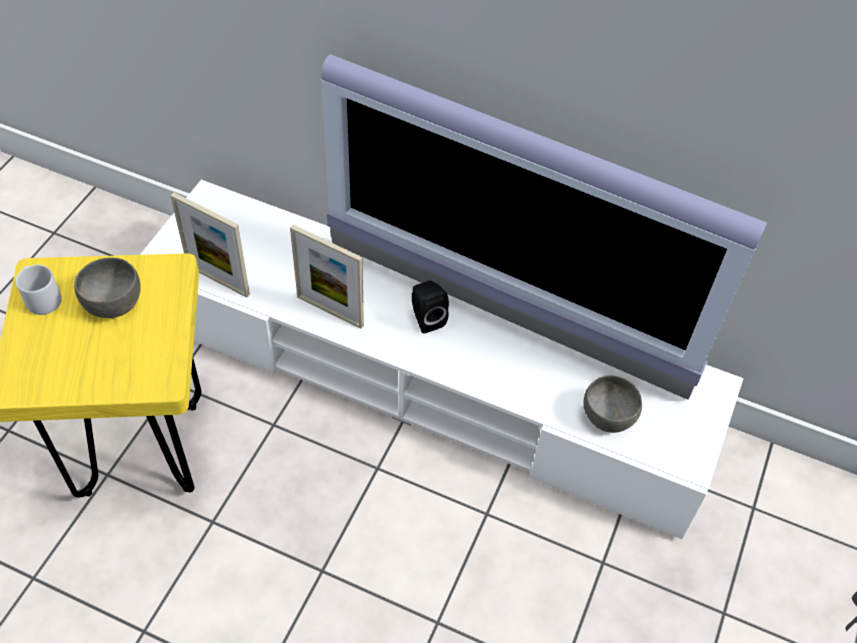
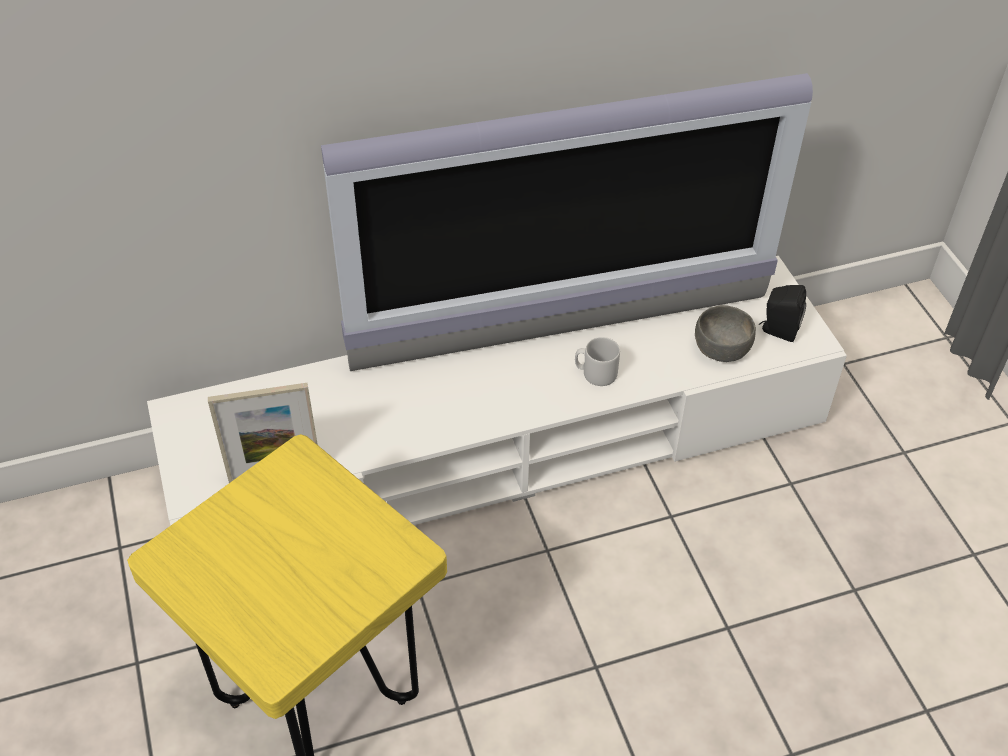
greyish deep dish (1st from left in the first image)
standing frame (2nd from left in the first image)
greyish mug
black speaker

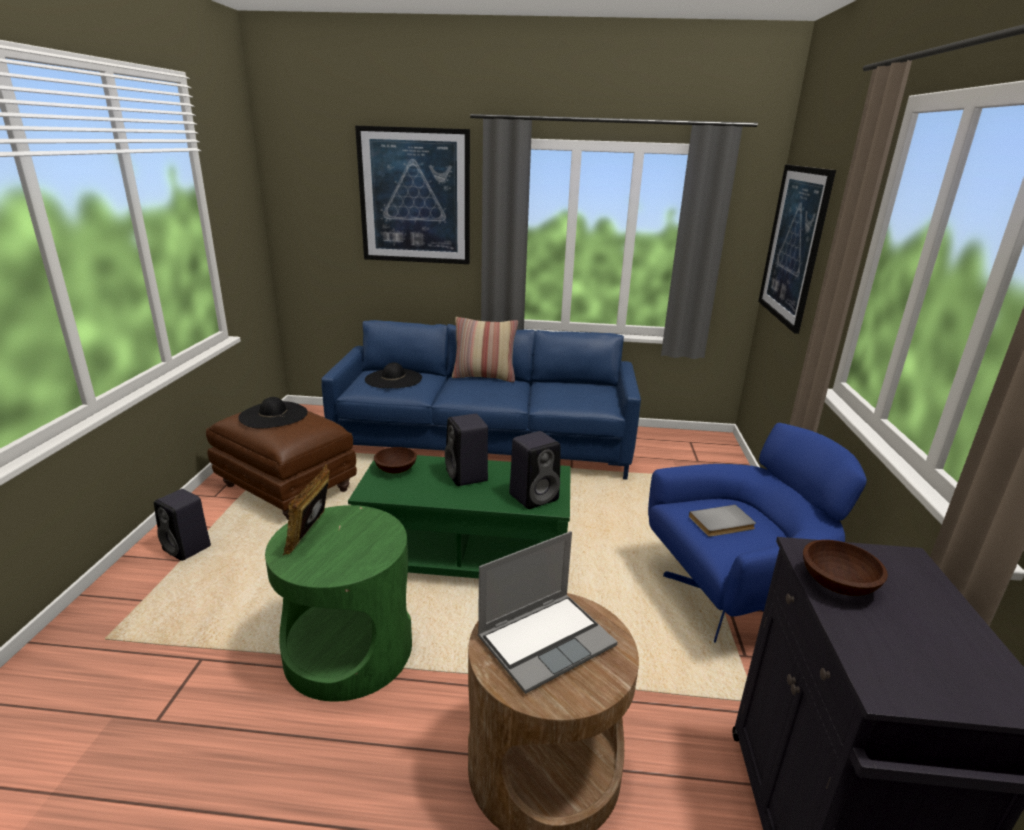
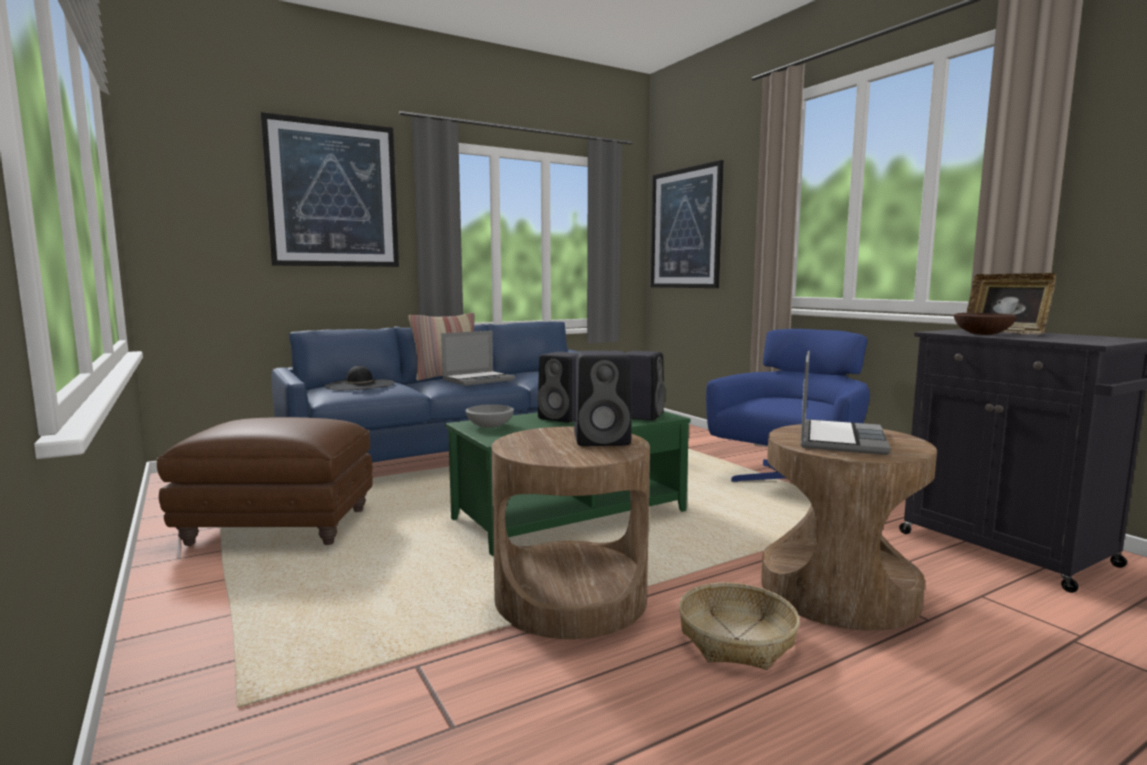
black clothing hat (1st from left in the first image)
greyish volume
notebook computer (1st from left)
storage basket
black speaker (2nd from left)
standing frame
brown accent table (1st from left)
greyish deep dish

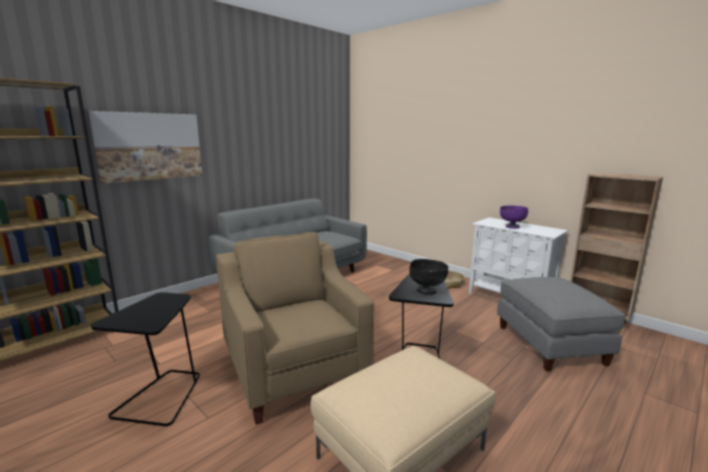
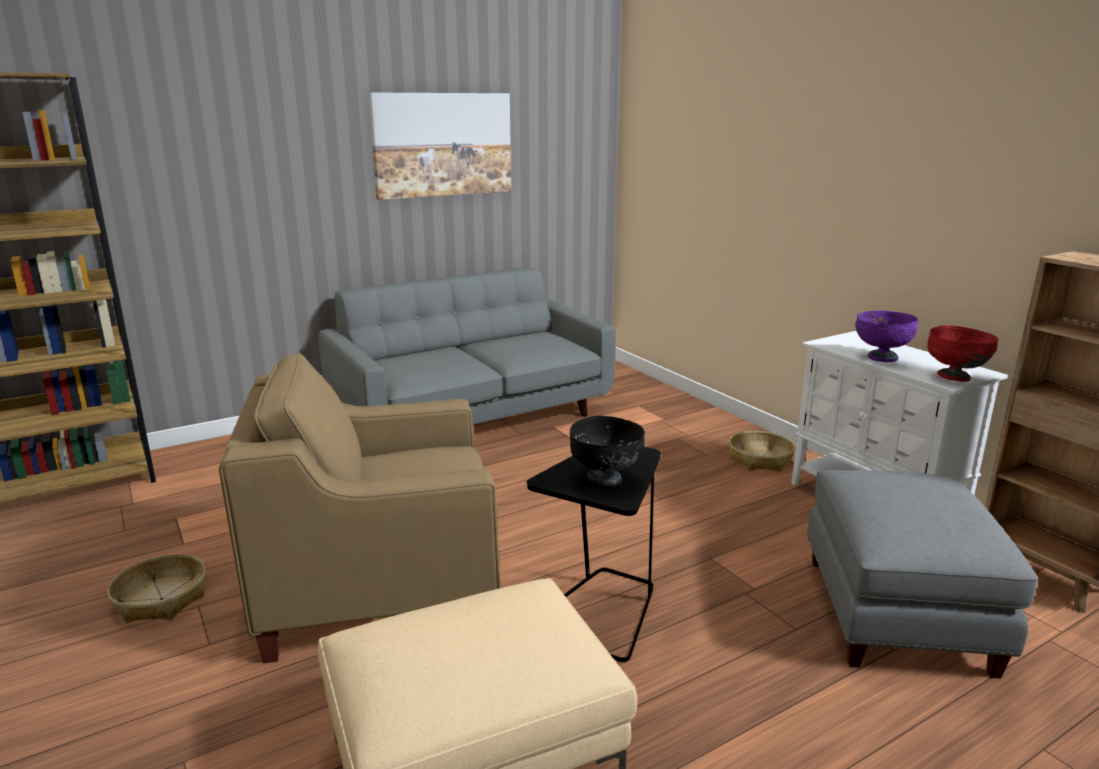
reddish deep dish
wall art
storage basket (1st from left)
sand-coloured armchair

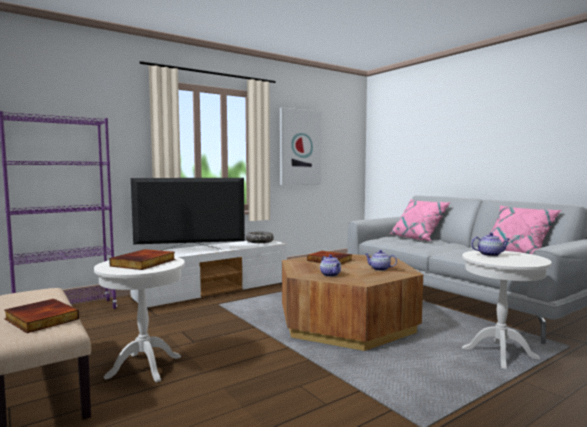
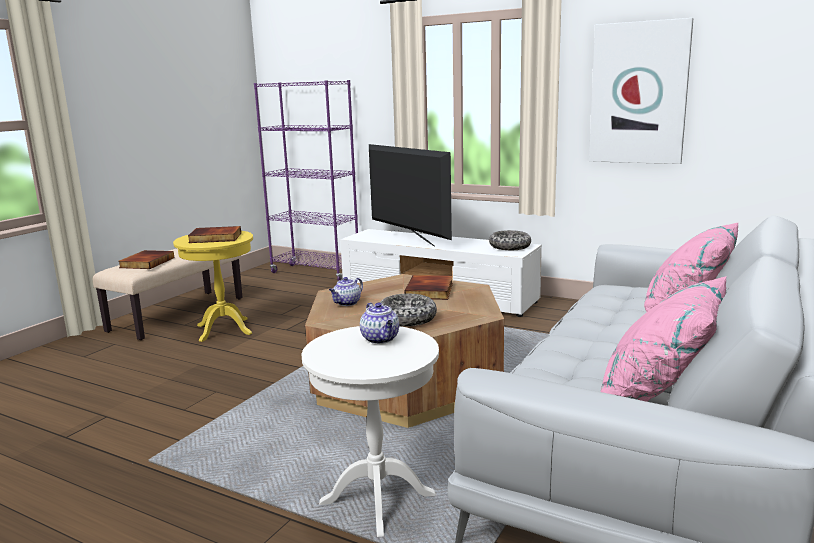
deep dish (1st from left)
yellow accent table

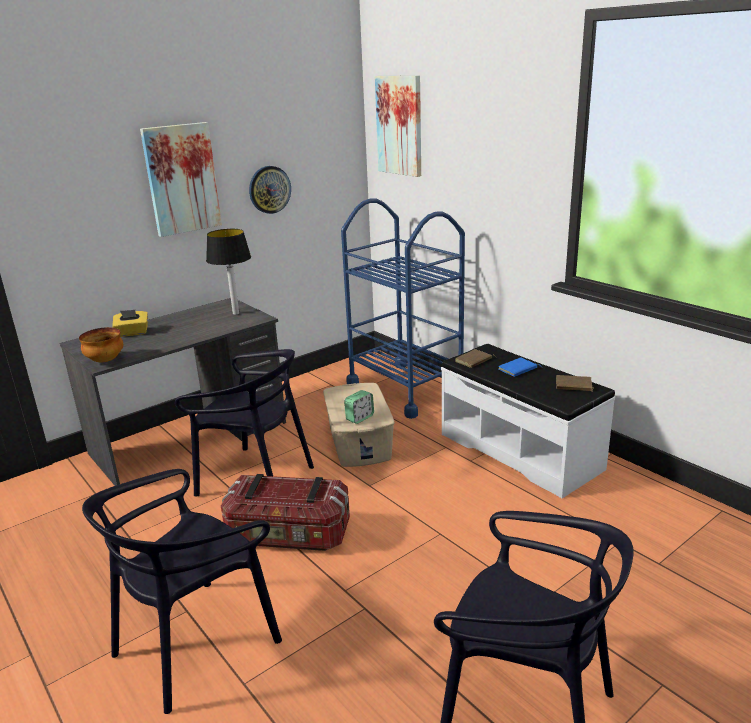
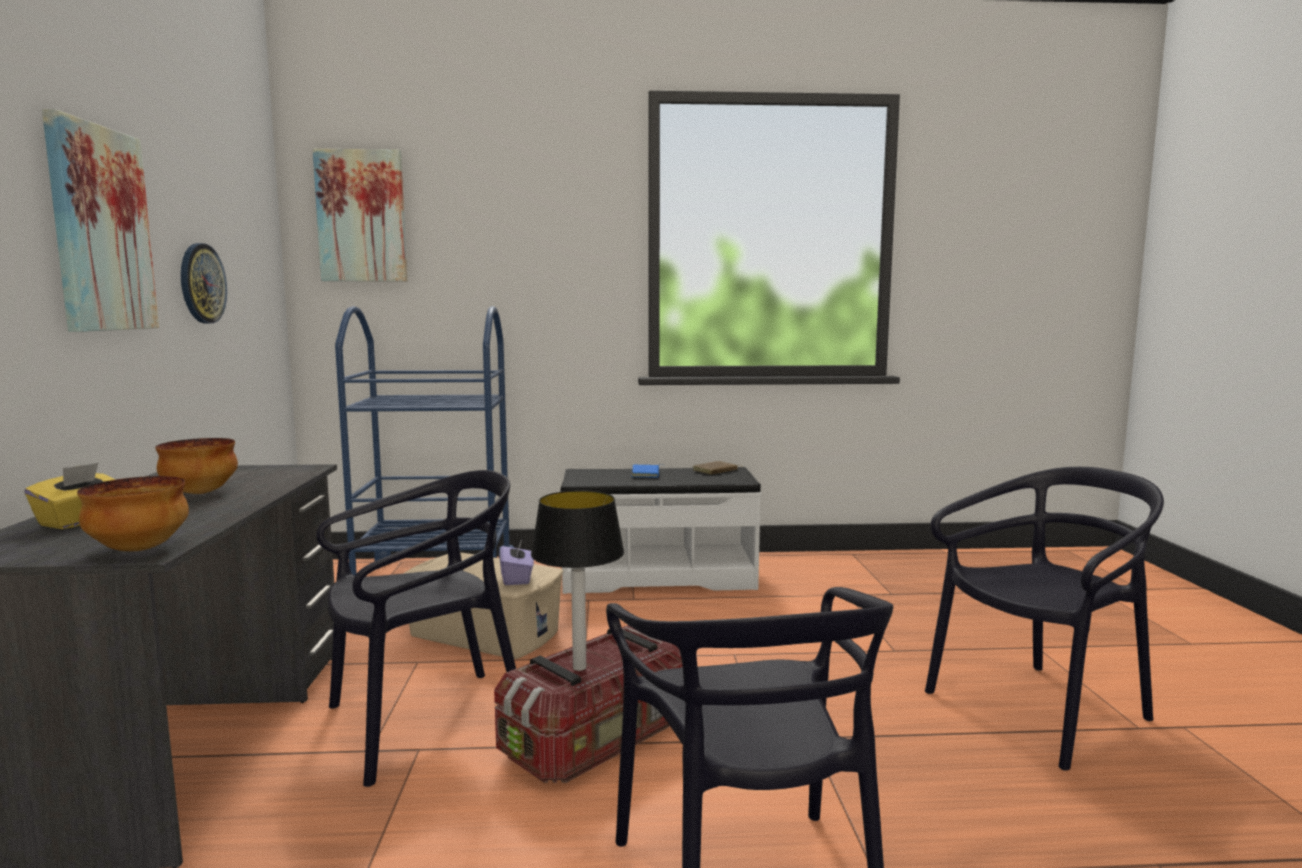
brown volume (1st from left in the first image)
deep dish (2nd from left)
tabletop lamp
purplish box of tissues

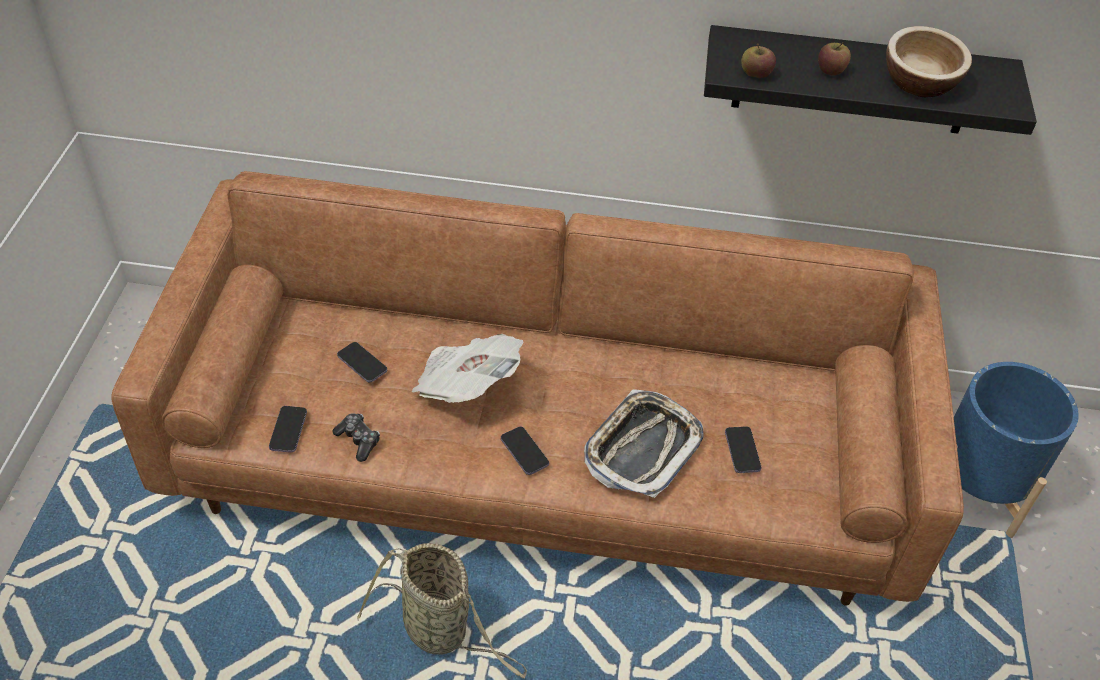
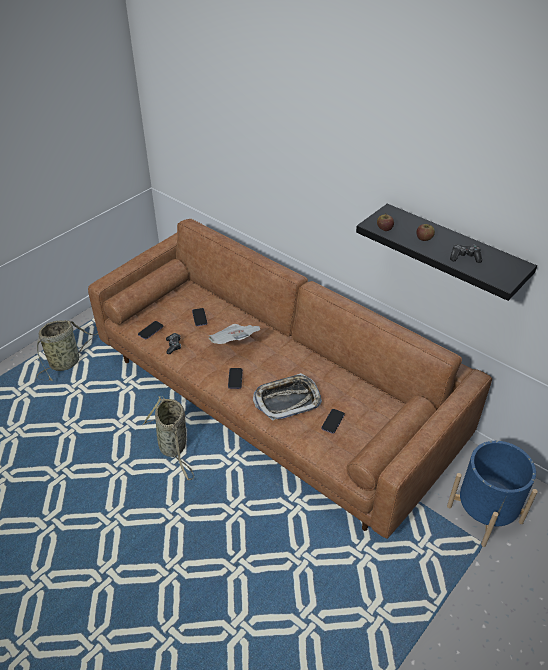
storage basket (1st from left)
game controller (2nd from left)

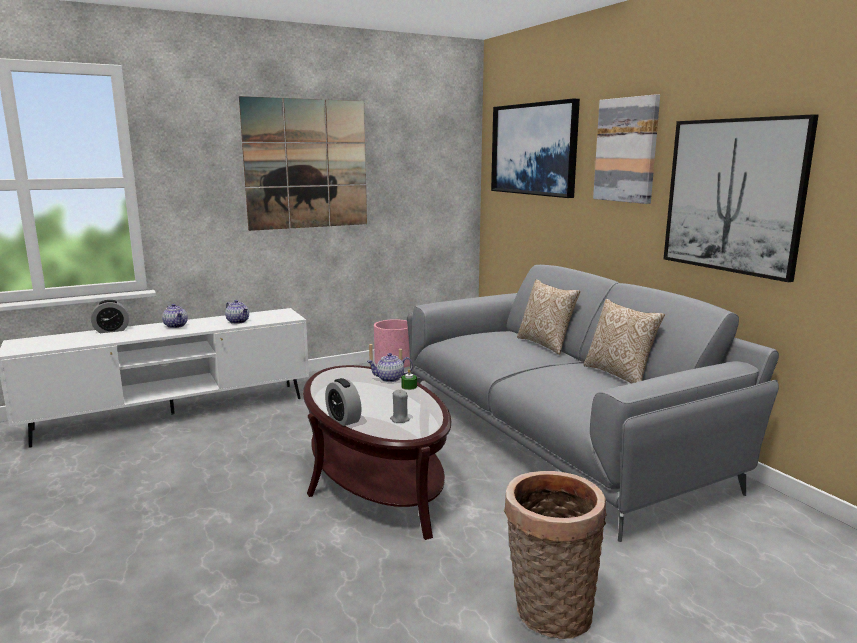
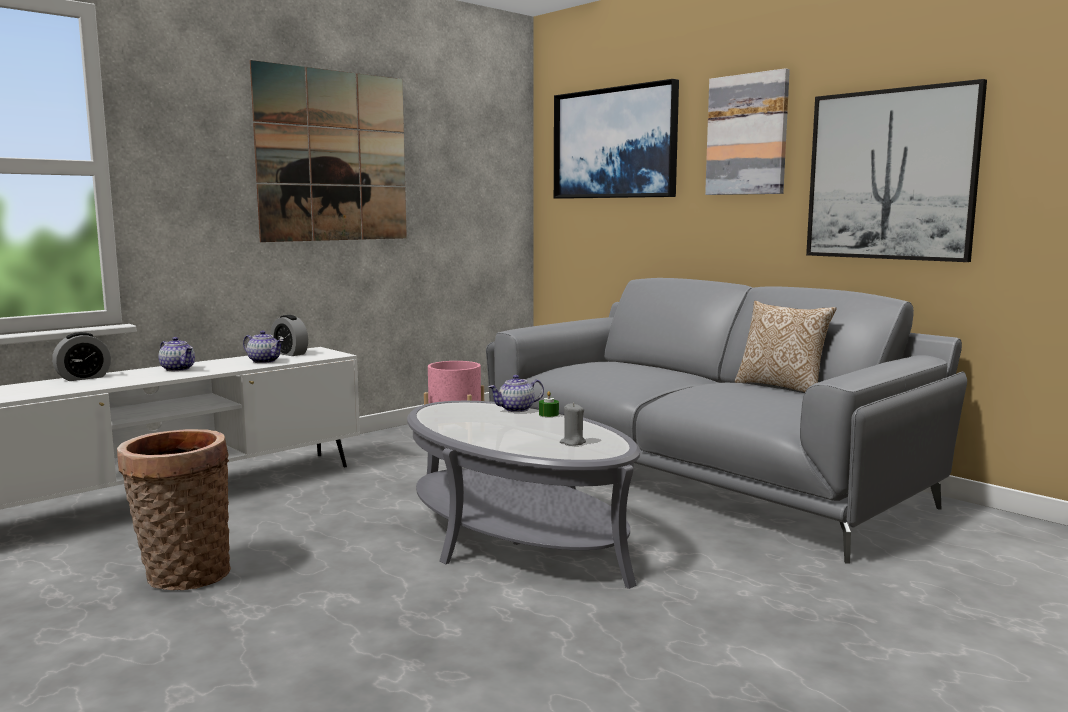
throw pillow (1st from left in the first image)
table clock (2nd from left)
storage basket
greyish lounge table

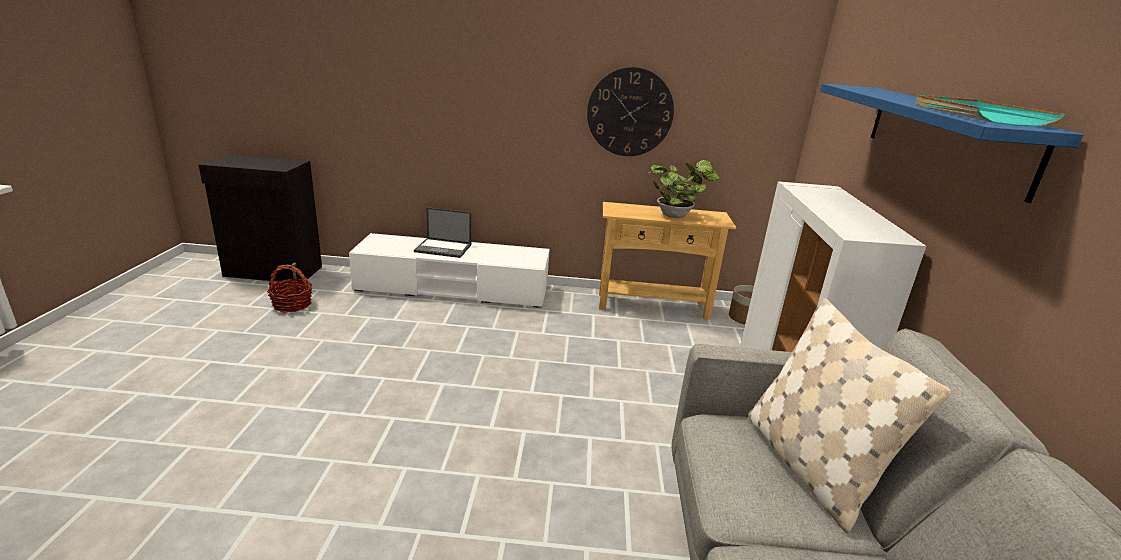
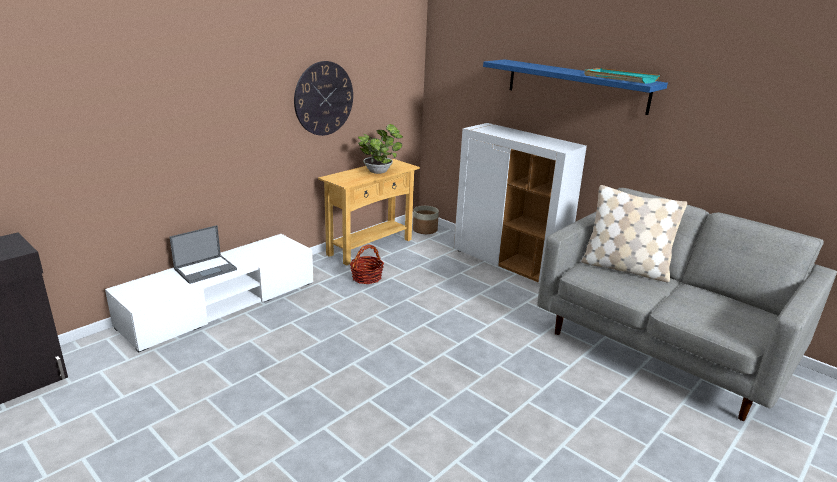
storage basket

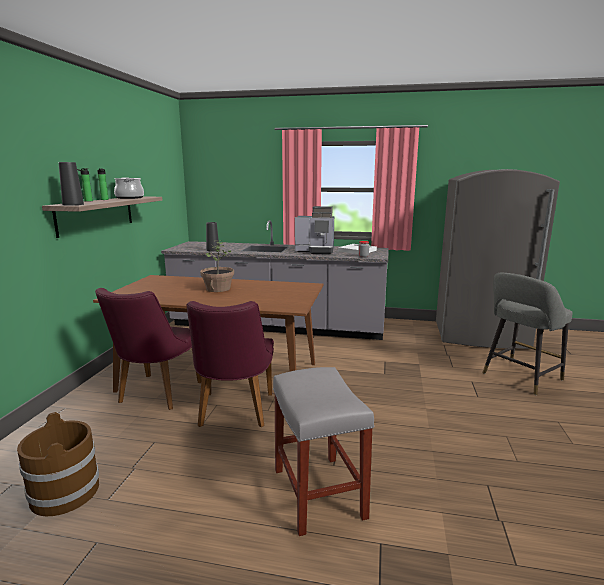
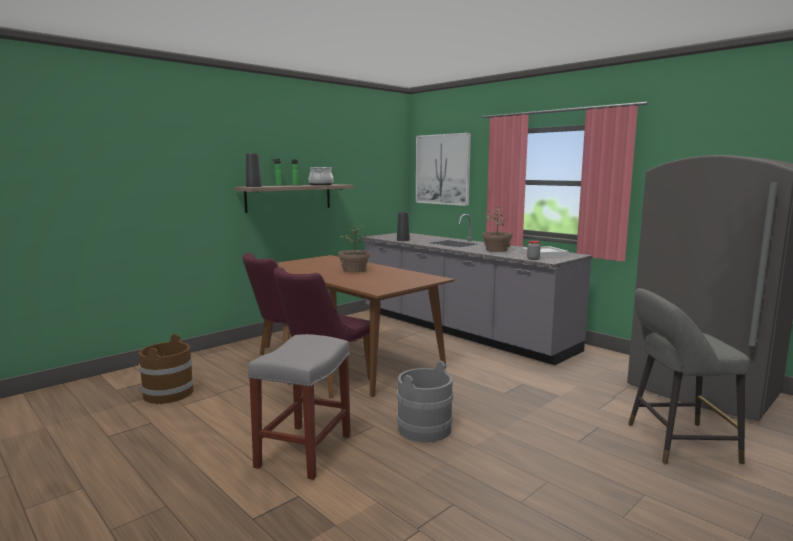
greyish bucket
wall art
potted plant (2nd from left)

